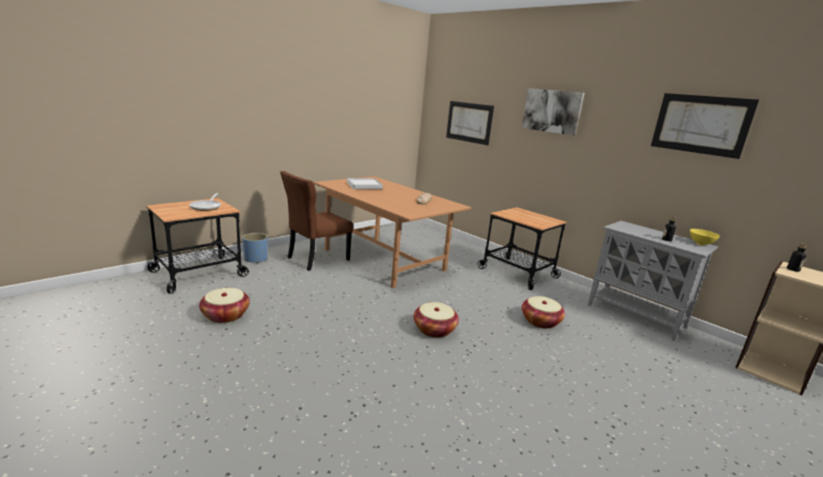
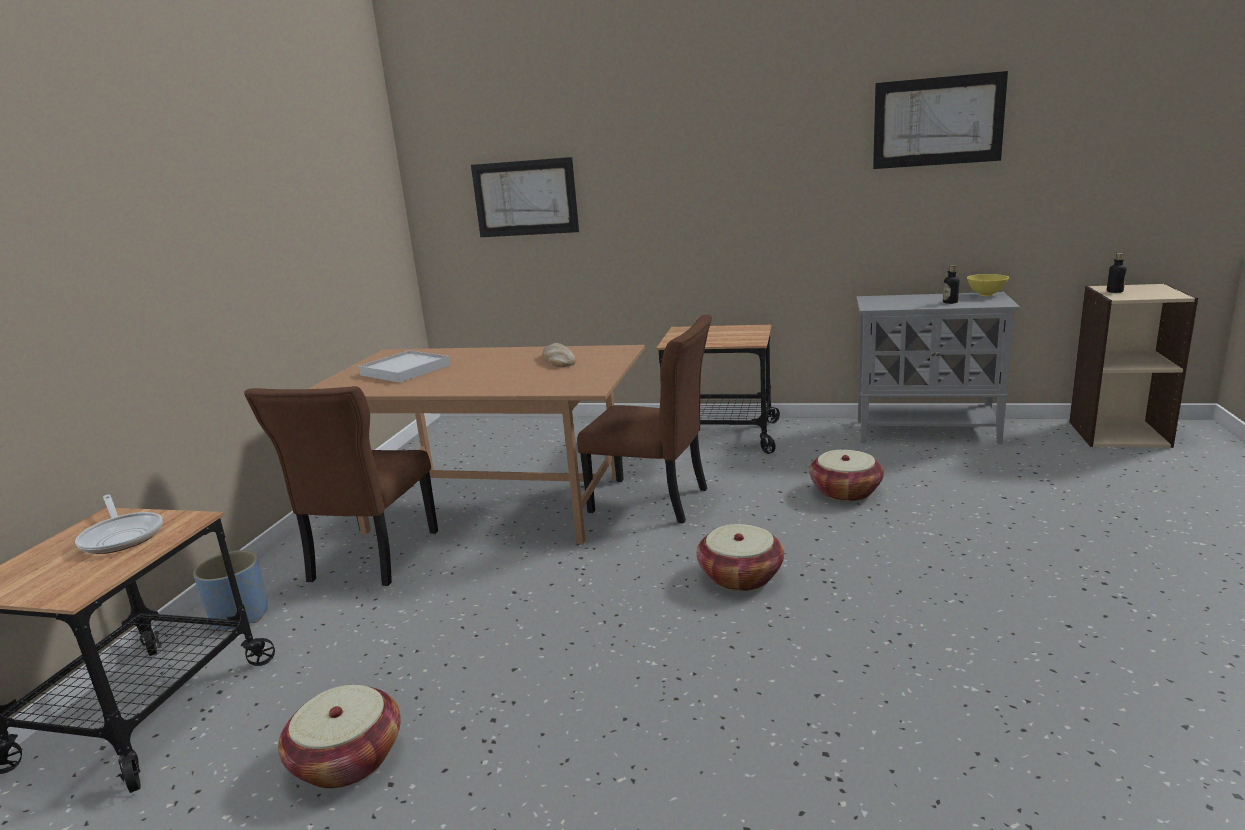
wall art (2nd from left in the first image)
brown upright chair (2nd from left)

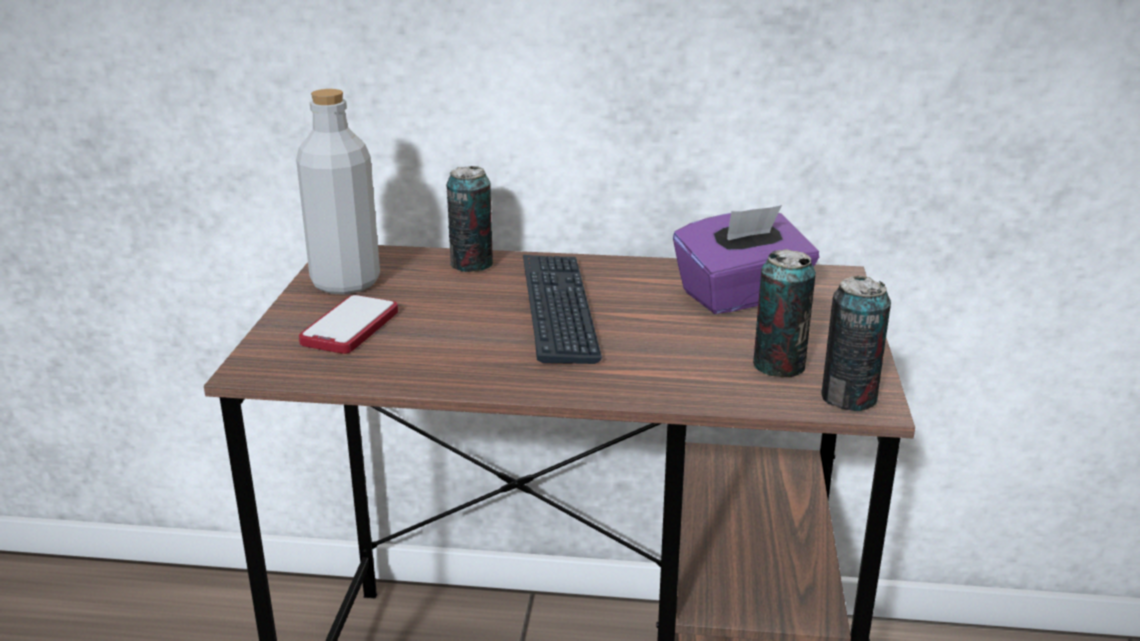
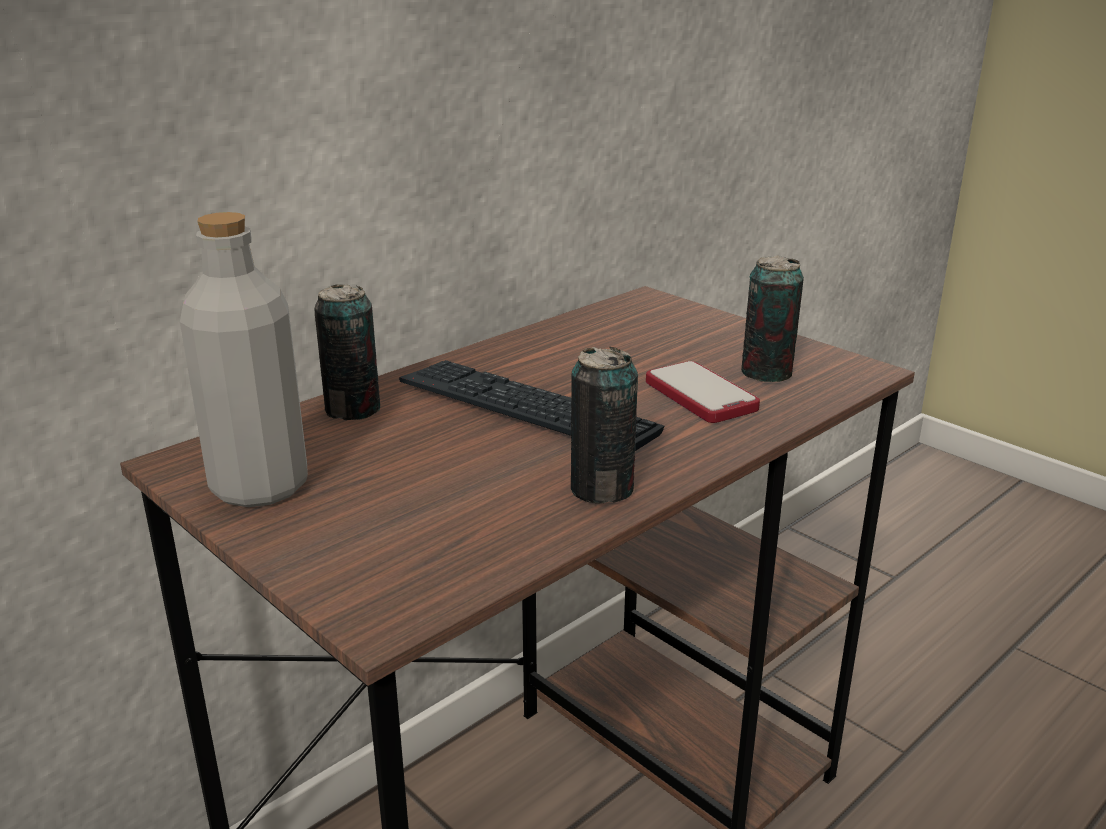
purplish box of tissues
handset
can (2nd from left)

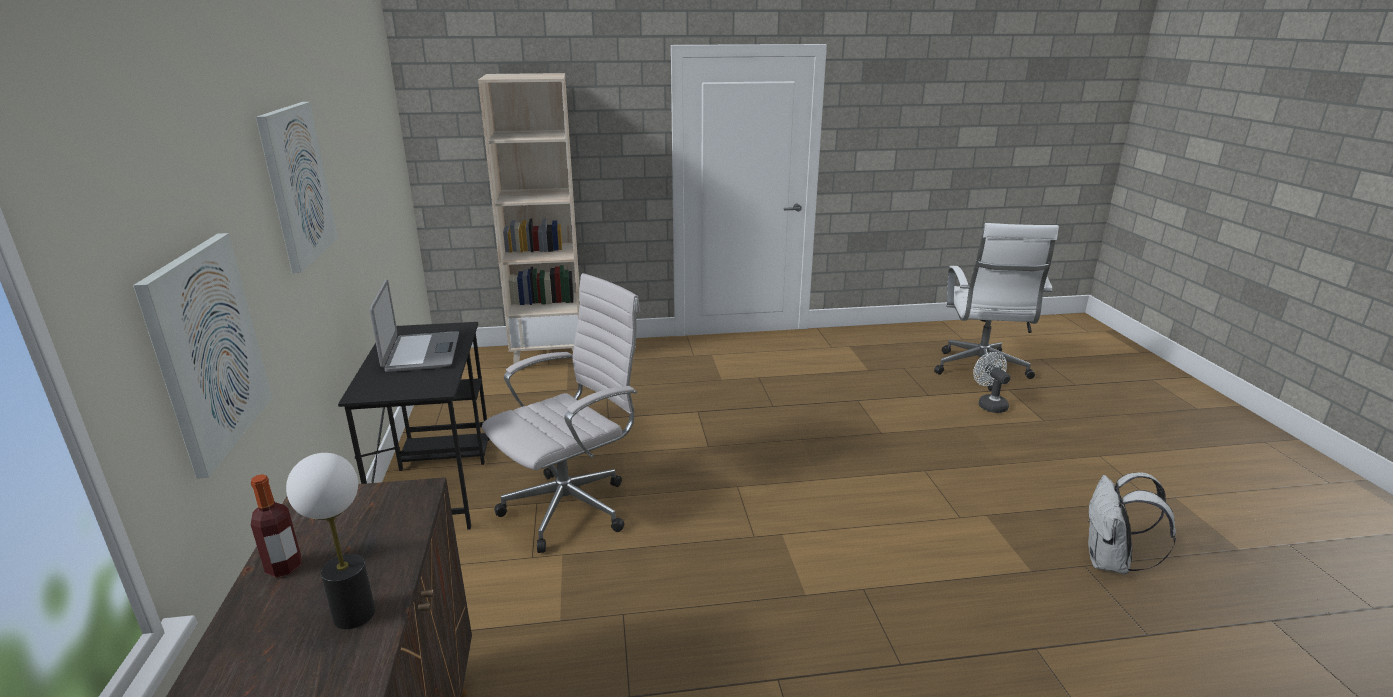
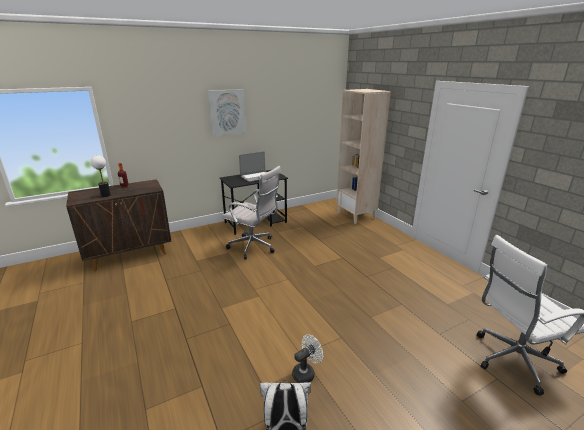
wall art (1st from left in the first image)
white fan

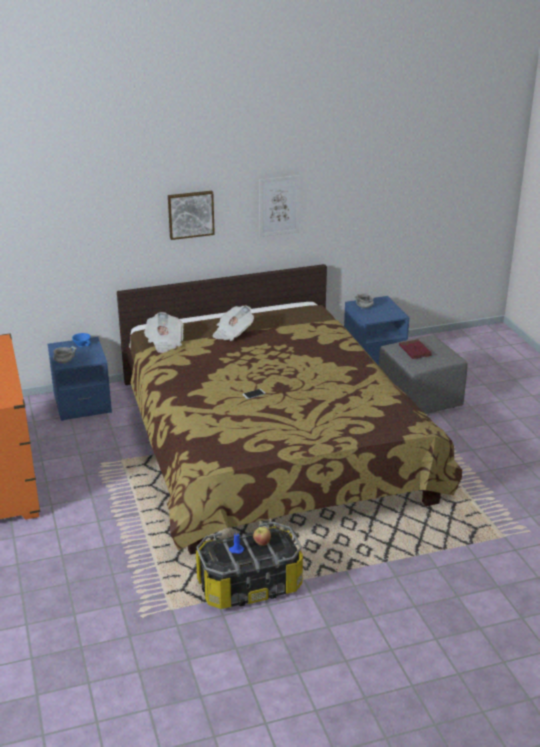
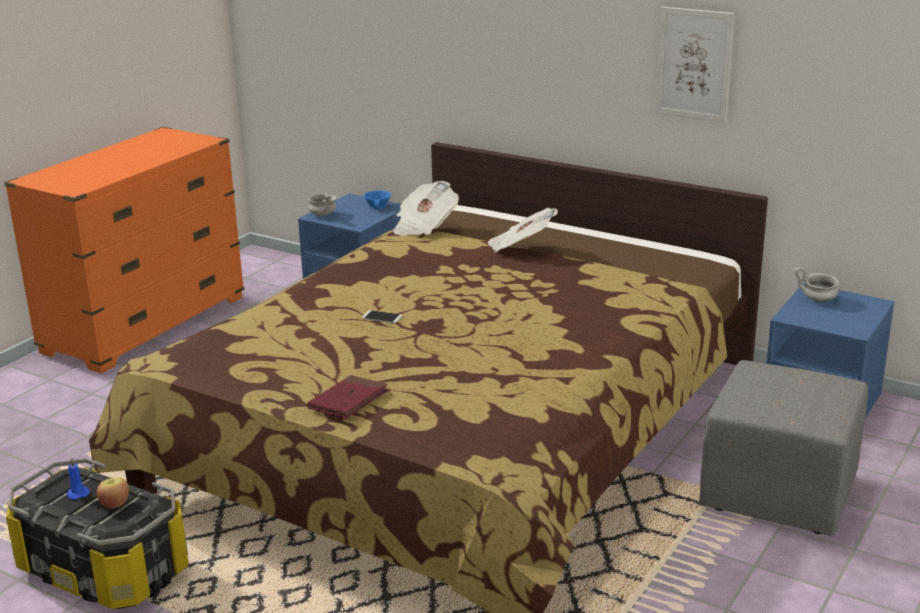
wall art (1st from left in the first image)
reddish volume

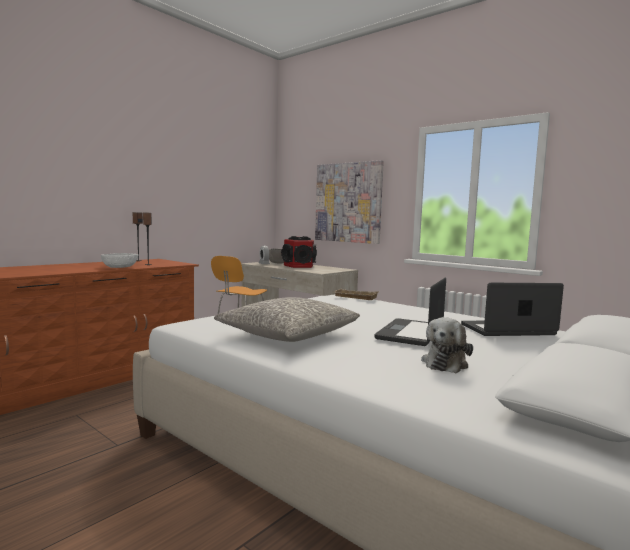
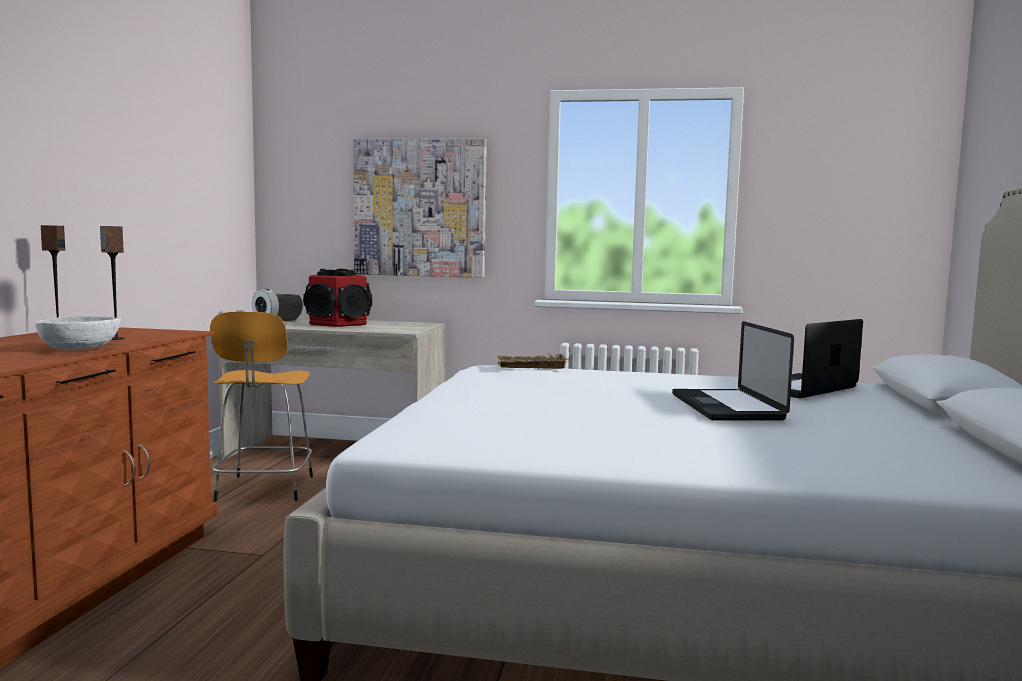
greyish throw pillow
soft toy

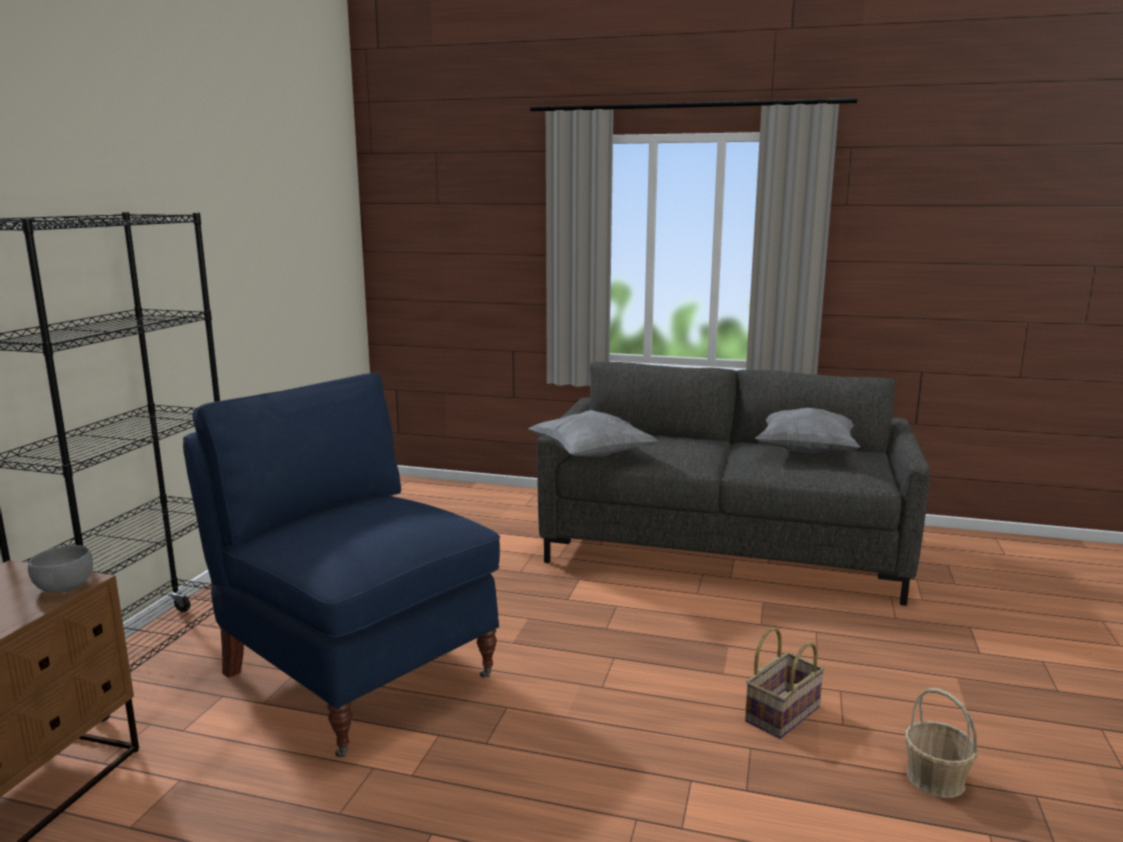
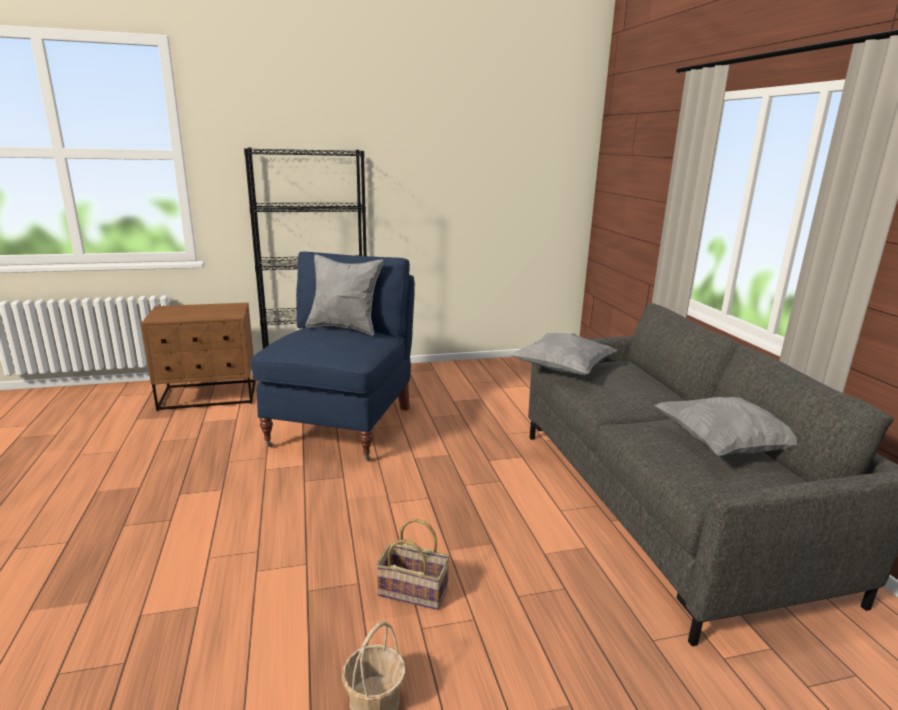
greyish deep dish
greyish throw pillow (1st from left)

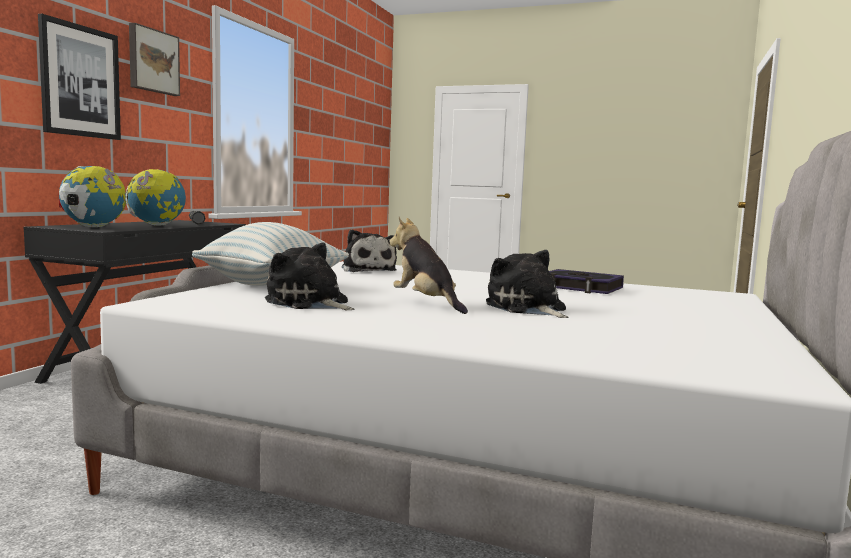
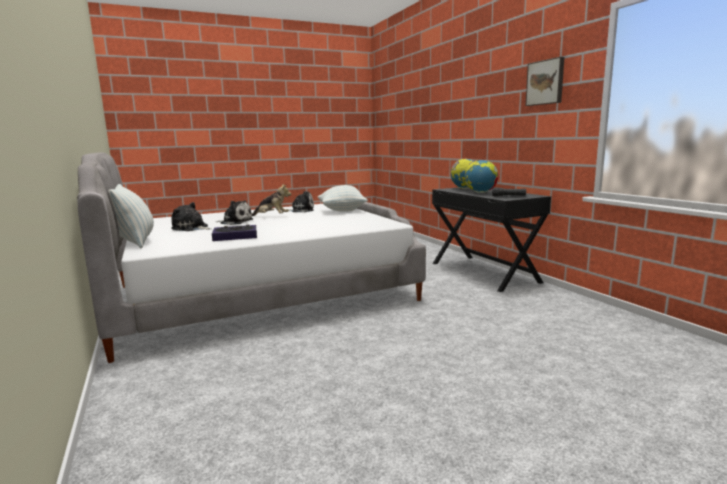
wall art (1st from left in the first image)
throw pillow (1st from left)
soft toy (1st from left)

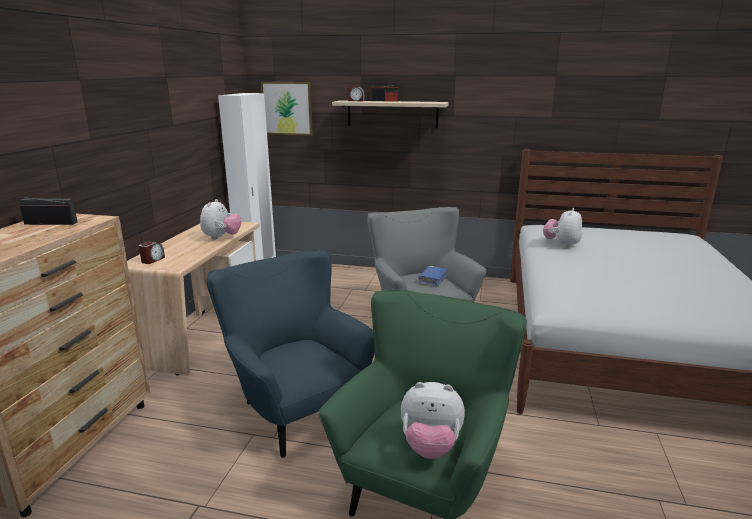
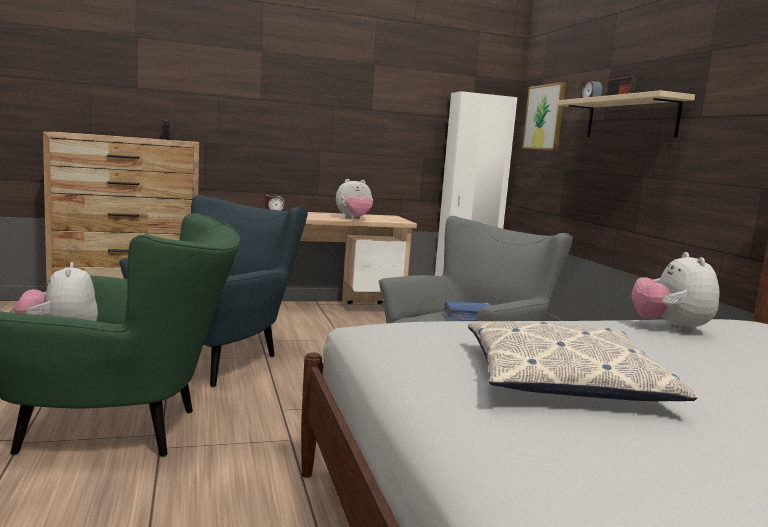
throw pillow
soft toy (3rd from left)

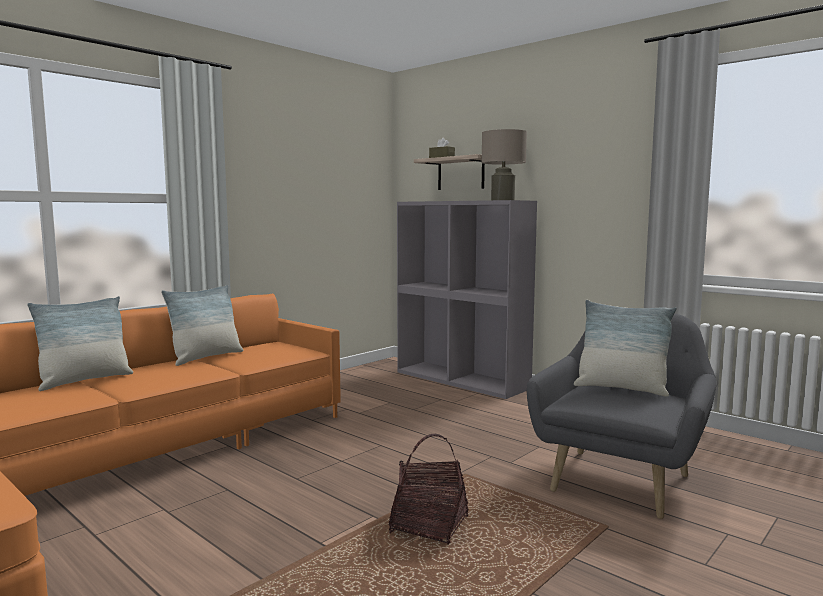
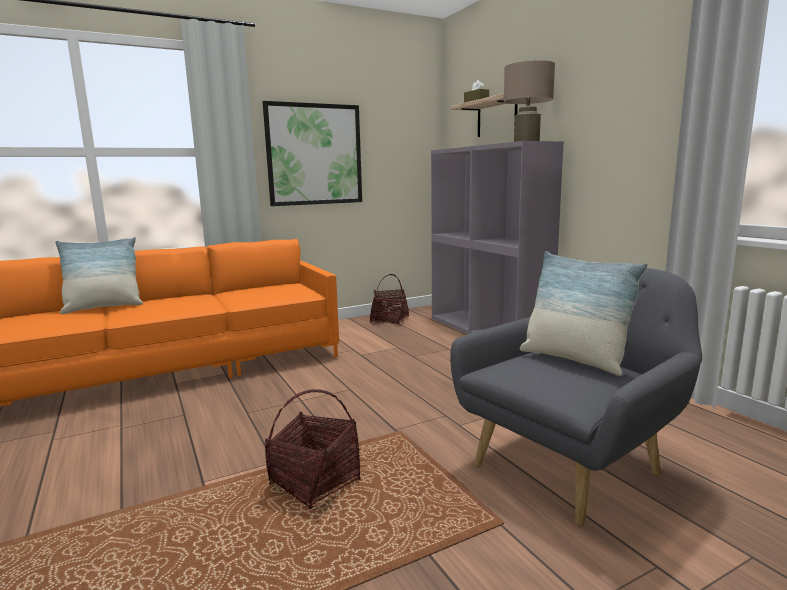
throw pillow (2nd from left in the first image)
wall art
storage basket (2nd from left)

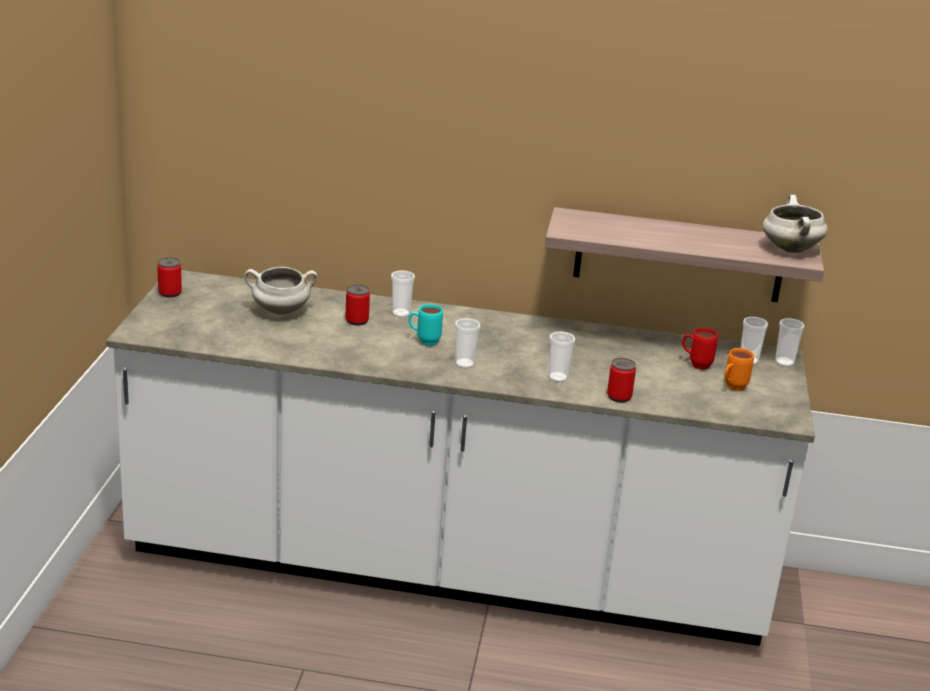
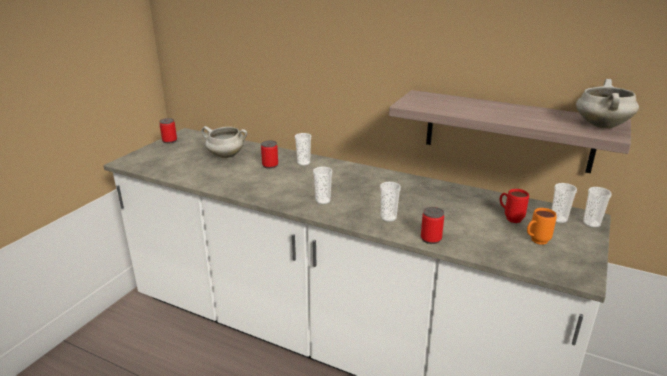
blue-green mug

